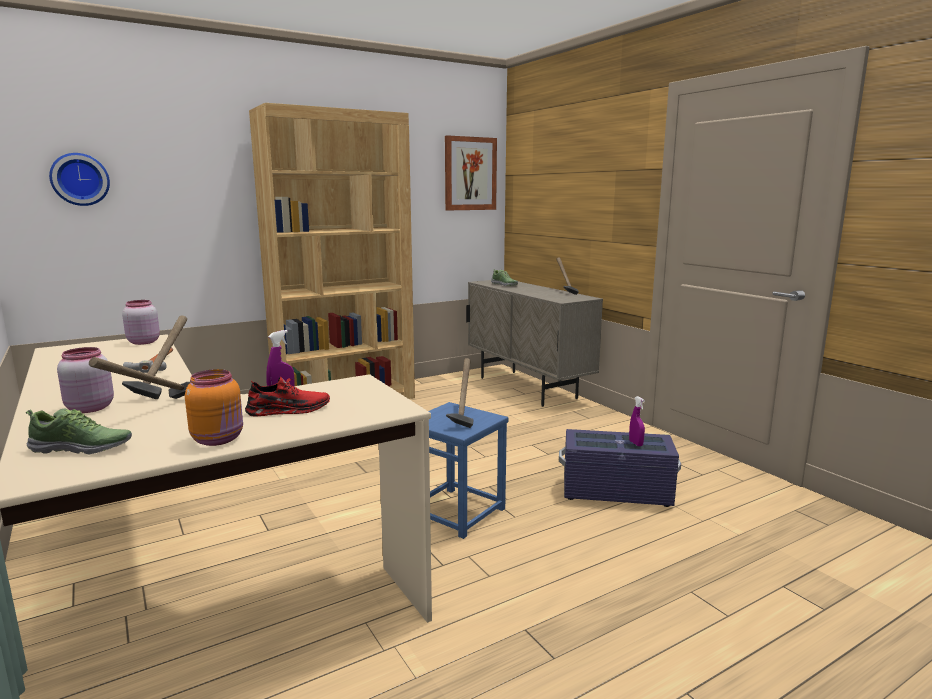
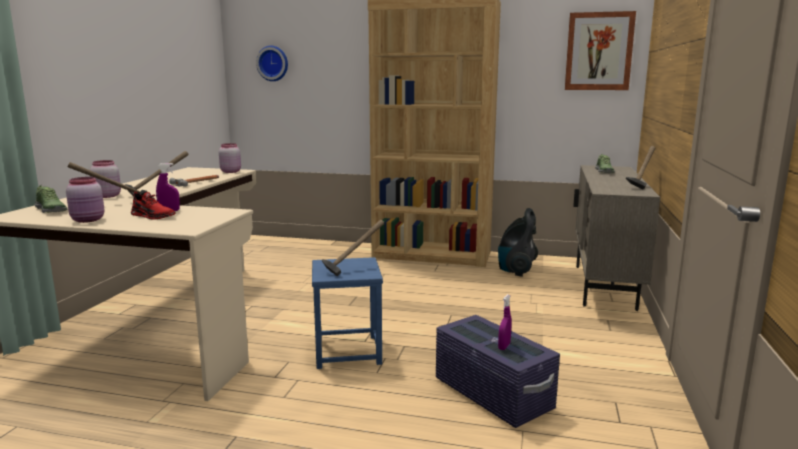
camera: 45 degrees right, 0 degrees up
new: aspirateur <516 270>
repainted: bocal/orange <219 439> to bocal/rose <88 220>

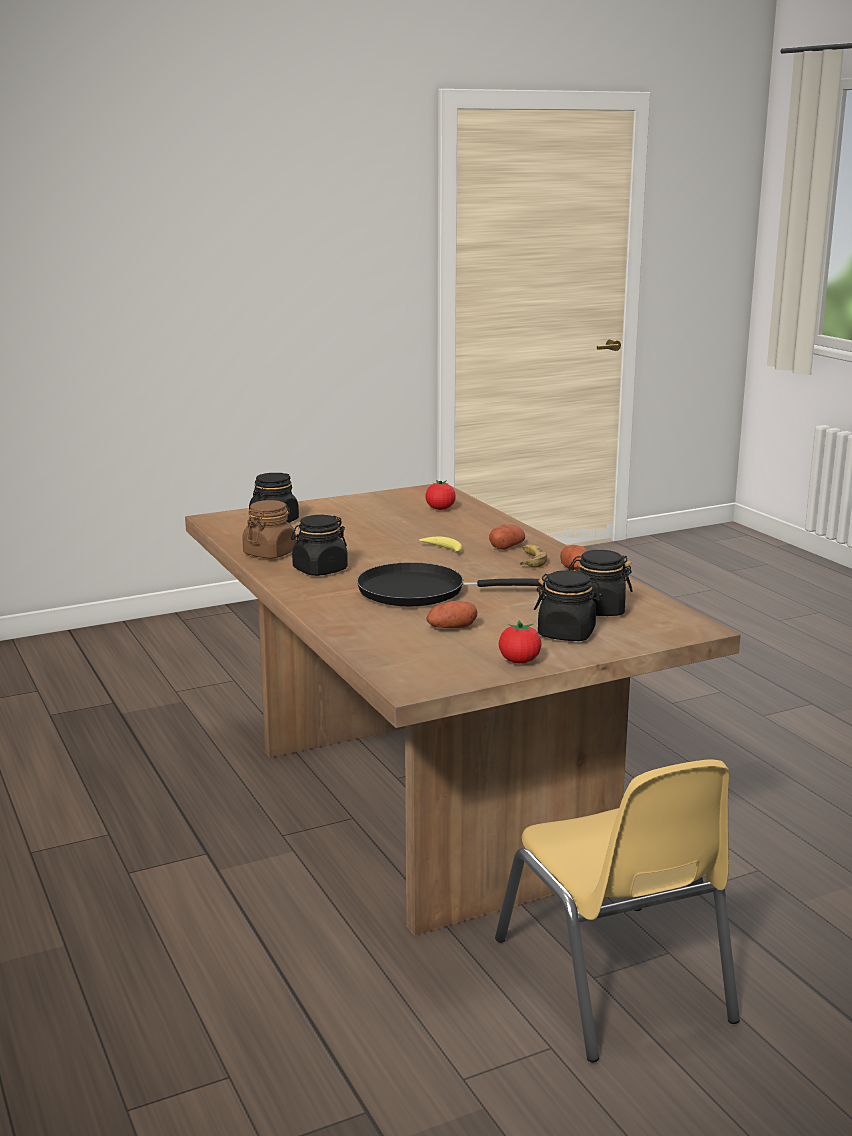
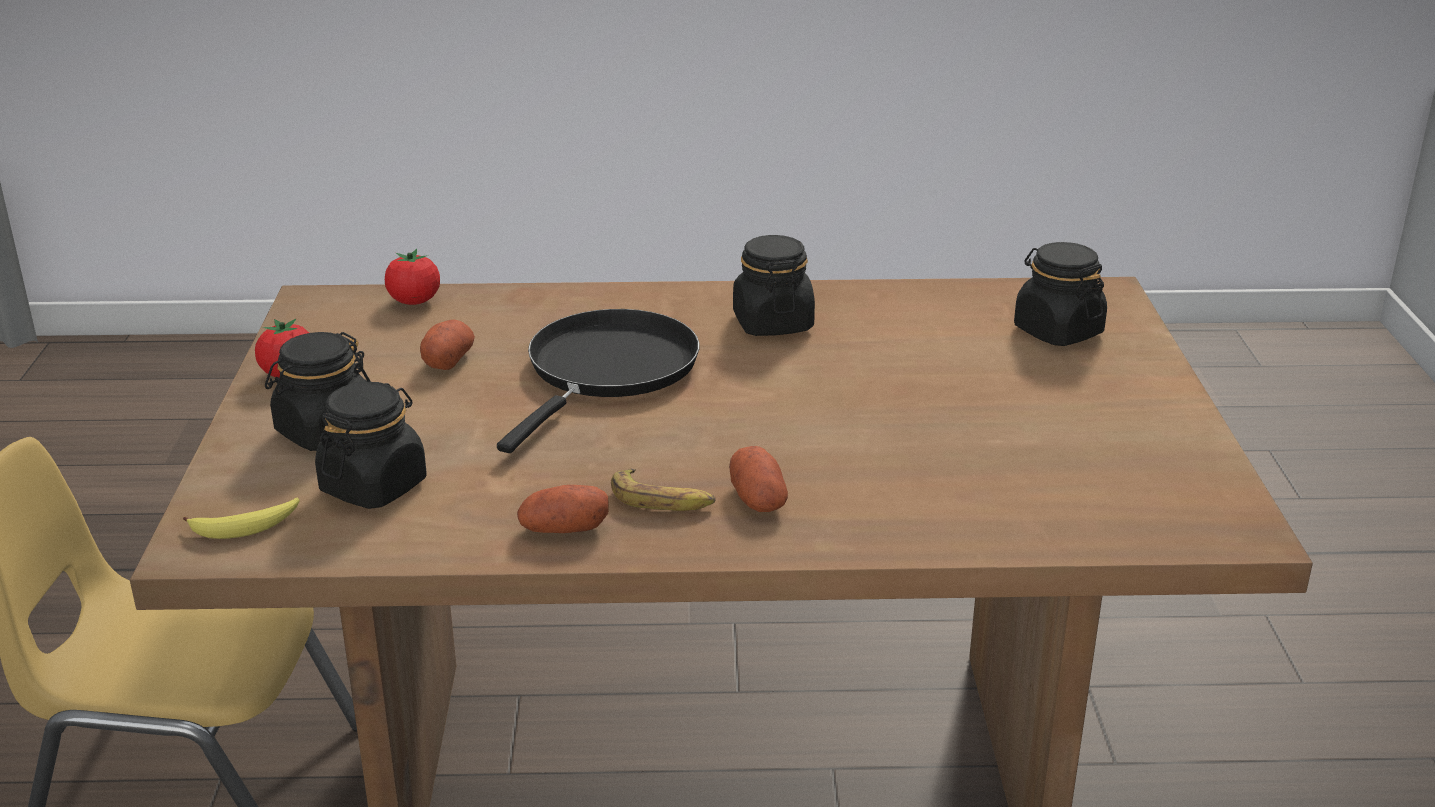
camera: 115 degrees right, 10 degrees up
gone: bocal/marron <270 553>
shifted: banane <443 549> to <245 527>; tomate <440 509> to <414 301>

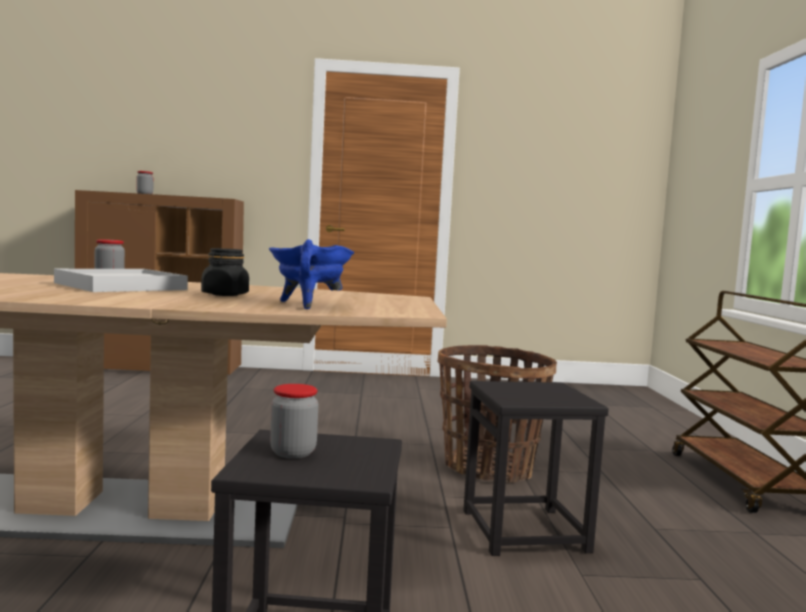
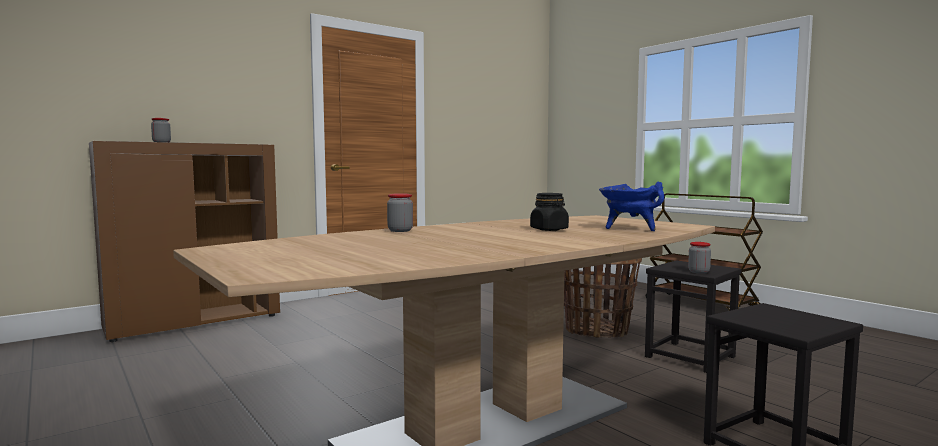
camera: 35 degrees left, 0 degrees up
gone: plateau/blanc <121 286>
shifted: bocal <293 453> to <698 272>

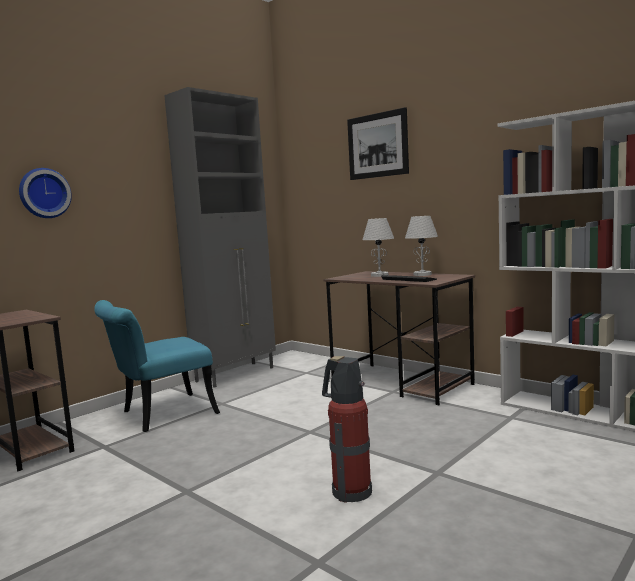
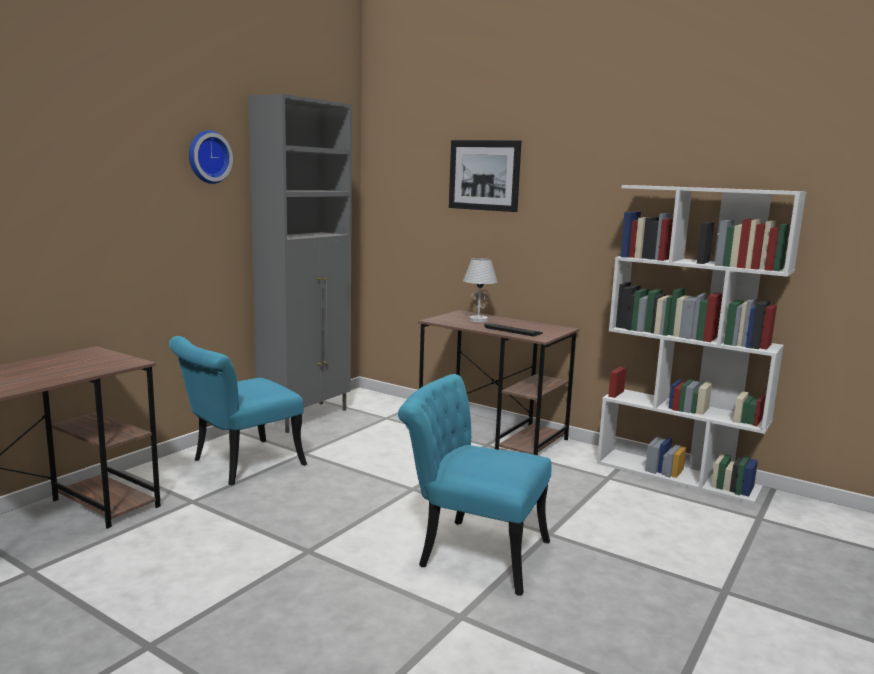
camera: 10 degrees left, 5 degrees up
gone: lampe de table/blanc <422 274>
shifted: horloge murale <44 193> to <207 157>
swapped: extincteur <350 491> to chaise/turquoise <471 551>

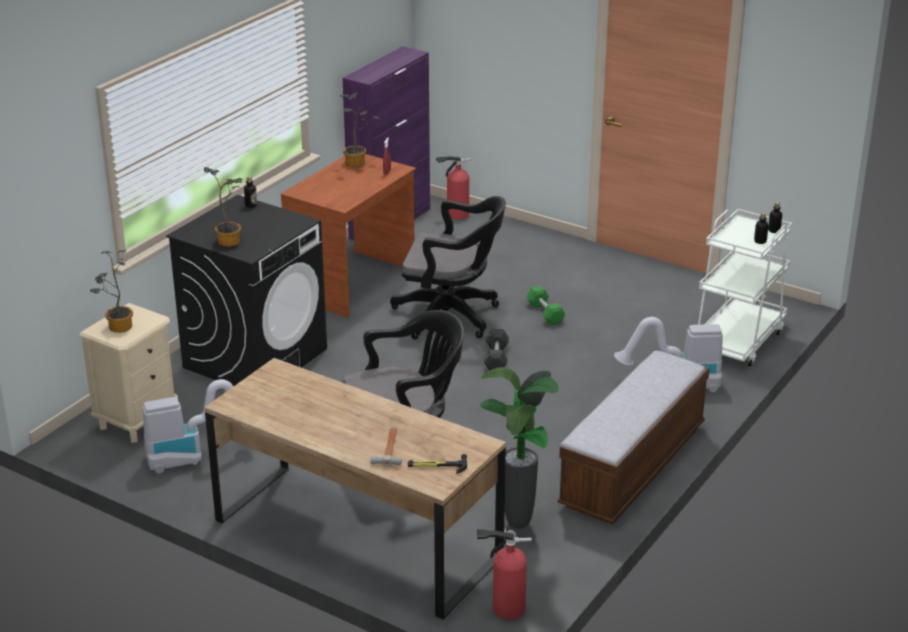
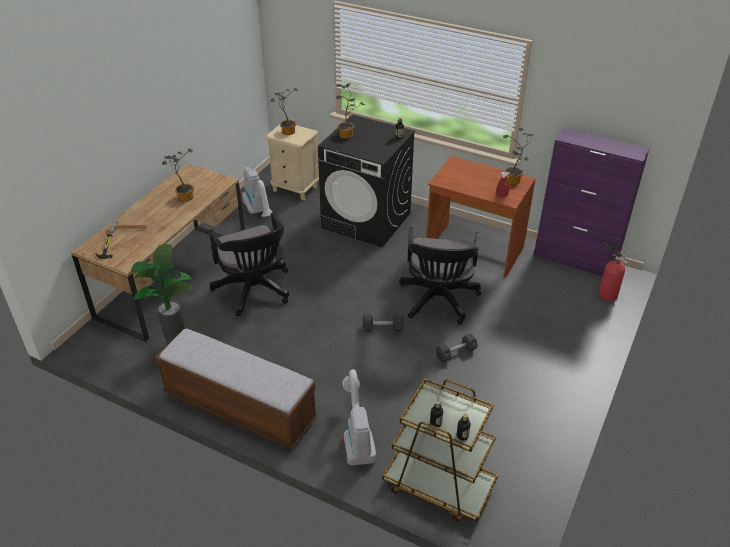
camera: 85 degrees right, 10 degrees up
gone: extincteur <505 608>
new: plante en pot <184 196>
repainted: haltère/vert <545 313> to haltère/noir <456 353>; chariot/blanc <737 340> to chariot/marron <438 485>

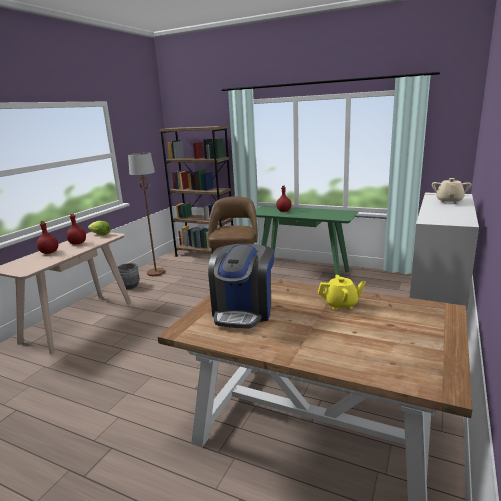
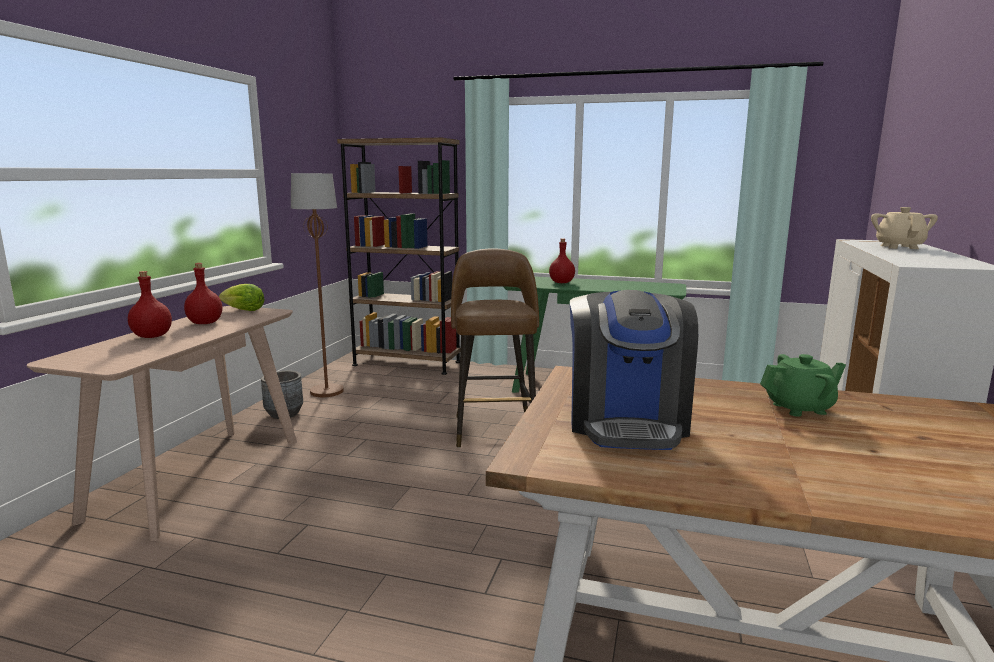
camera: 10 degrees left, 5 degrees down
repainted: théière/jaune <341 304> to théière/vert <800 408>

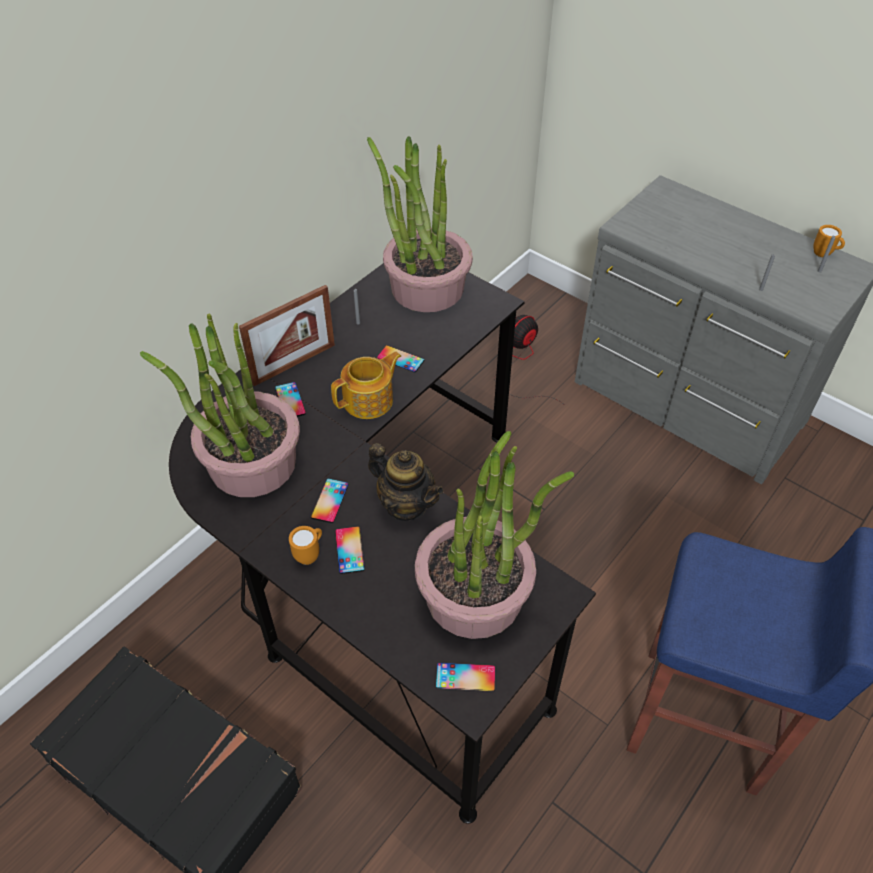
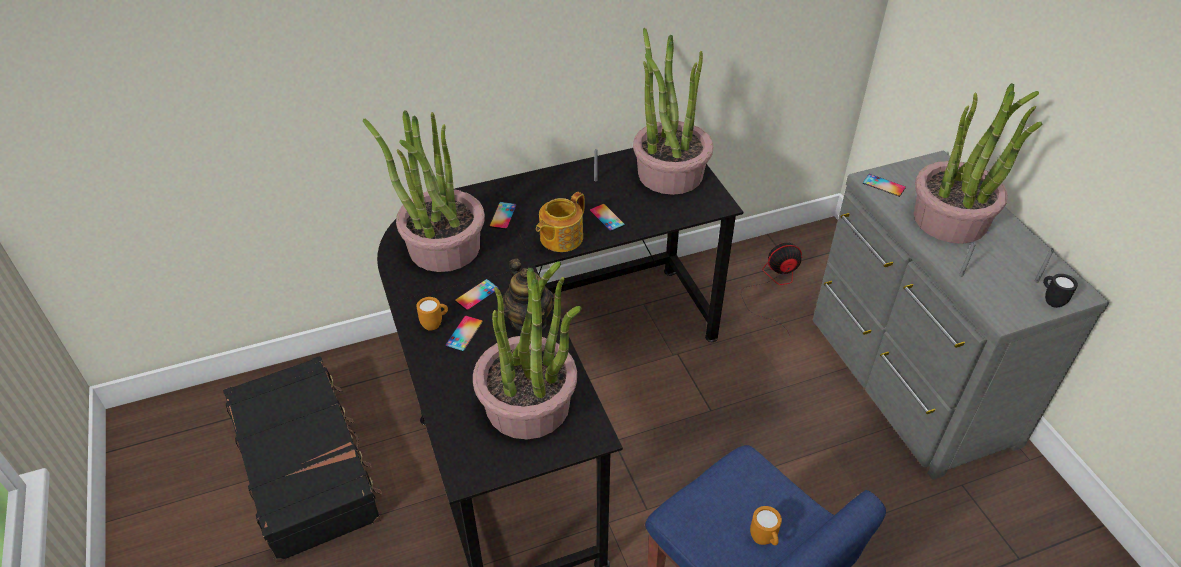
camera: 30 degrees right, 5 degrees down
gone: cadre photo <294 364>
new: plante en pot <951 220>; mug/noir <1051 300>
shifted: téléphone <465 677> to <883 185>; mug/orange <824 254> to <764 540>
rotated: théière <369 400> = <560 238> 135 degrees clockwise

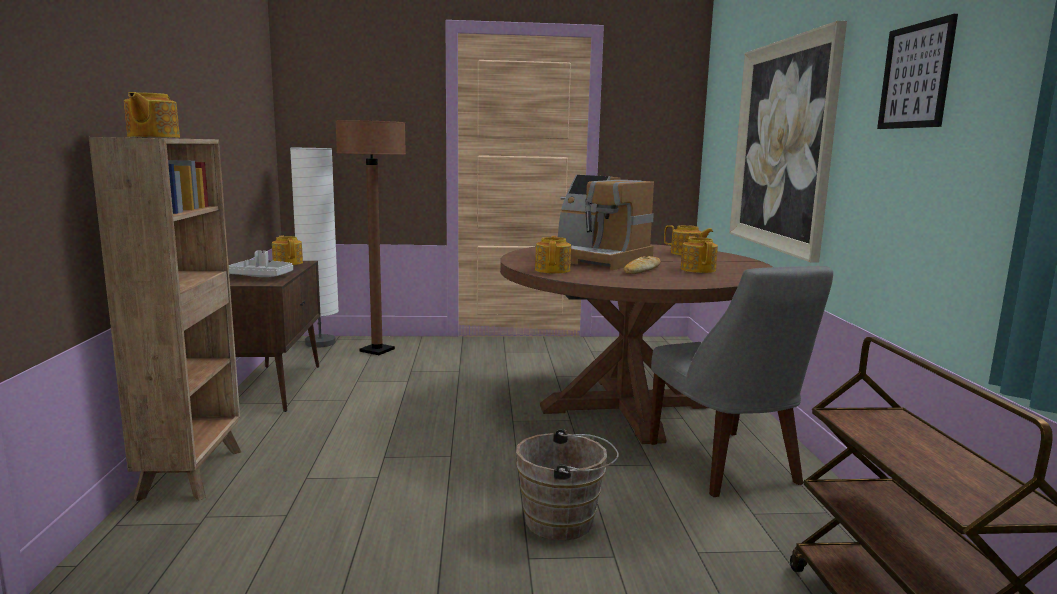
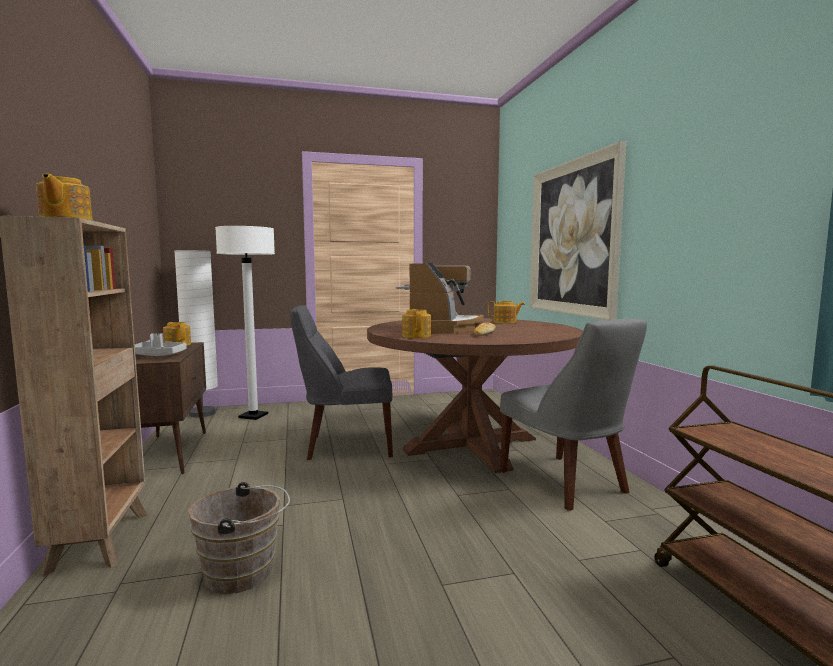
camera: 10 degrees left, 5 degrees down
gone: théière <698 269>; tableau <916 76>
new: chaise/gris <345 446>
shifted: seau/marron <565 522> to <244 573>
repainted: lampadaire/marron <377 350> to lampadaire/blanc <253 416>
rotated: machine à café <598 260> = <444 328> 105 degrees counterclockwise

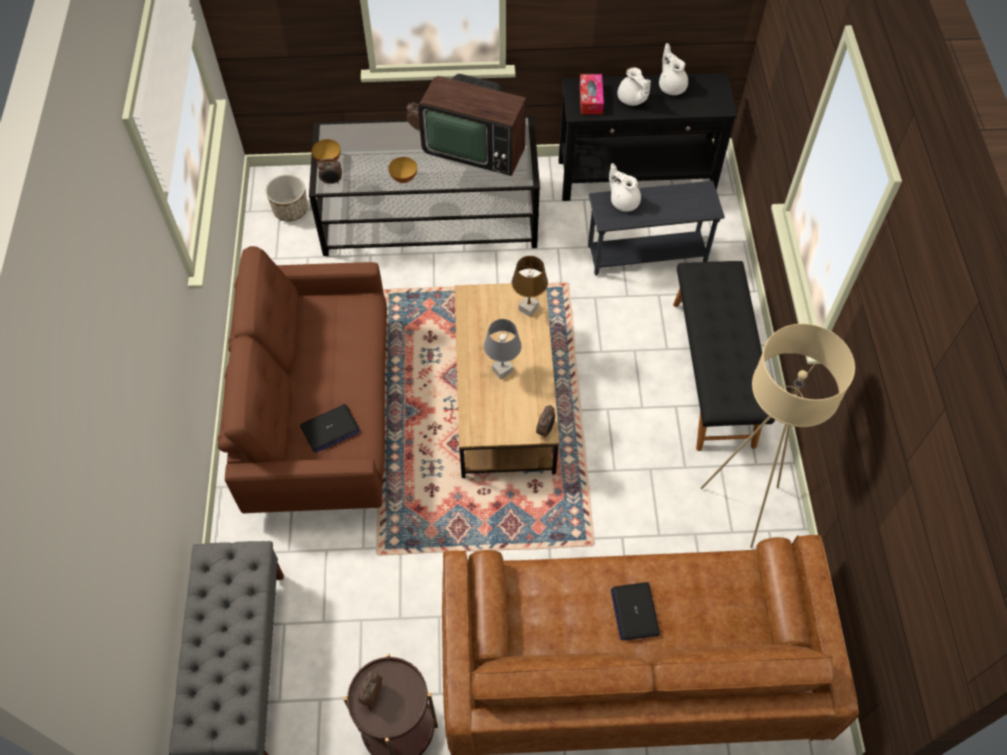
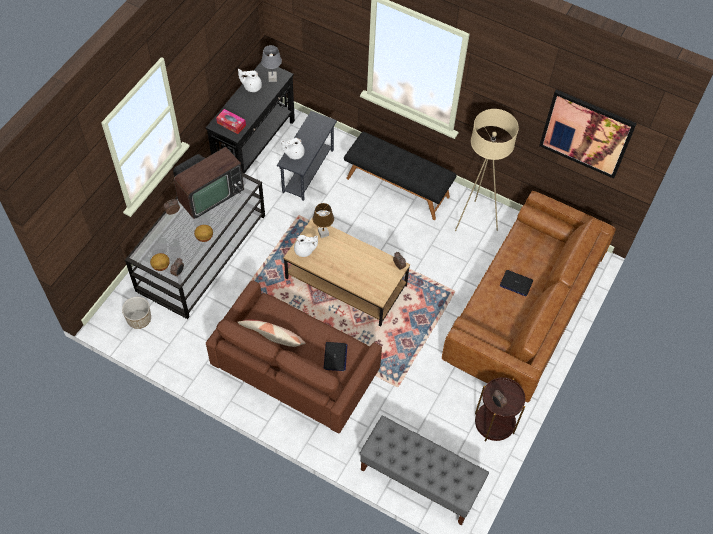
camera: 60 degrees left, 0 degrees up
new: coussin <272 339>; tableau <586 133>
shifted: lampe de table/gris <502 370> to <272 78>; théière/blanc <632 99> to <304 250>

